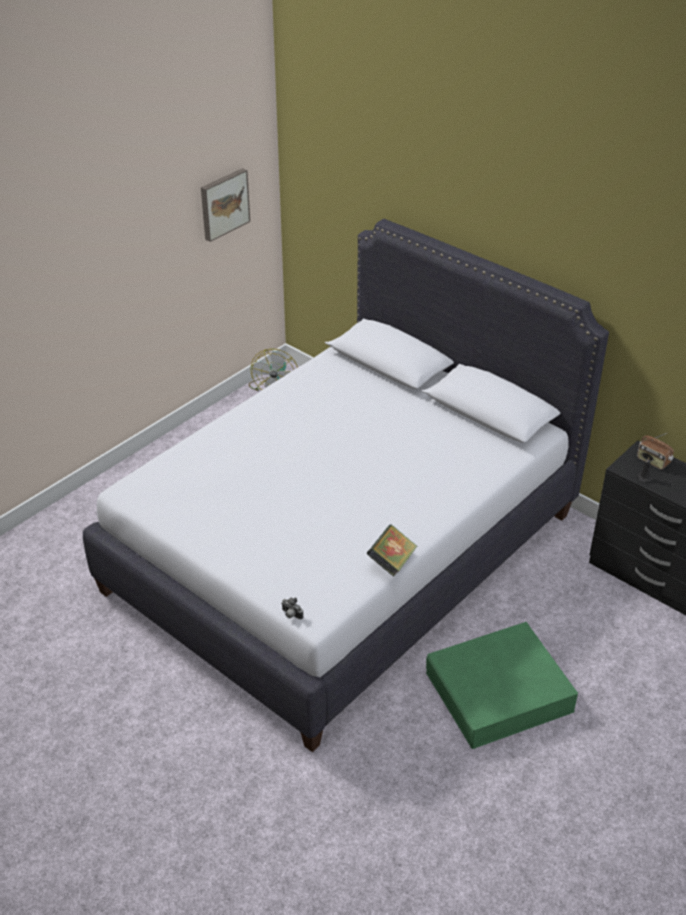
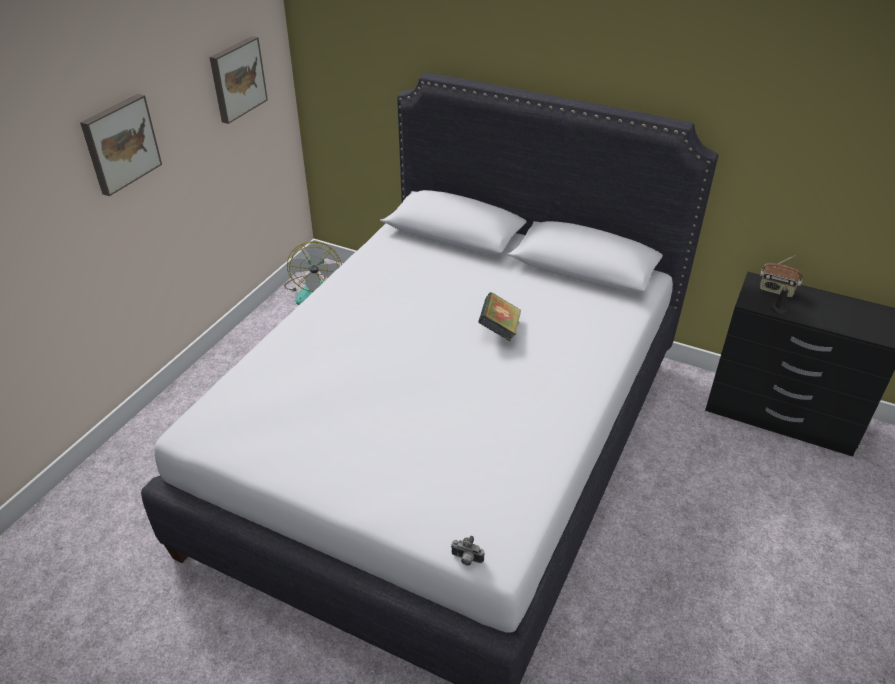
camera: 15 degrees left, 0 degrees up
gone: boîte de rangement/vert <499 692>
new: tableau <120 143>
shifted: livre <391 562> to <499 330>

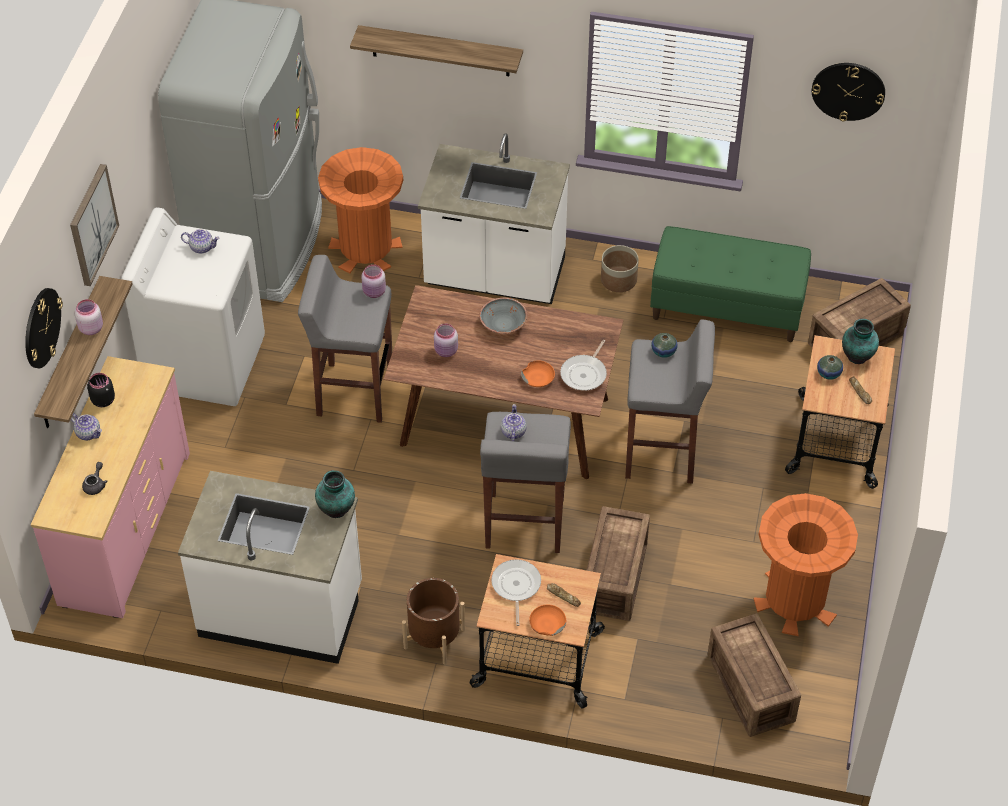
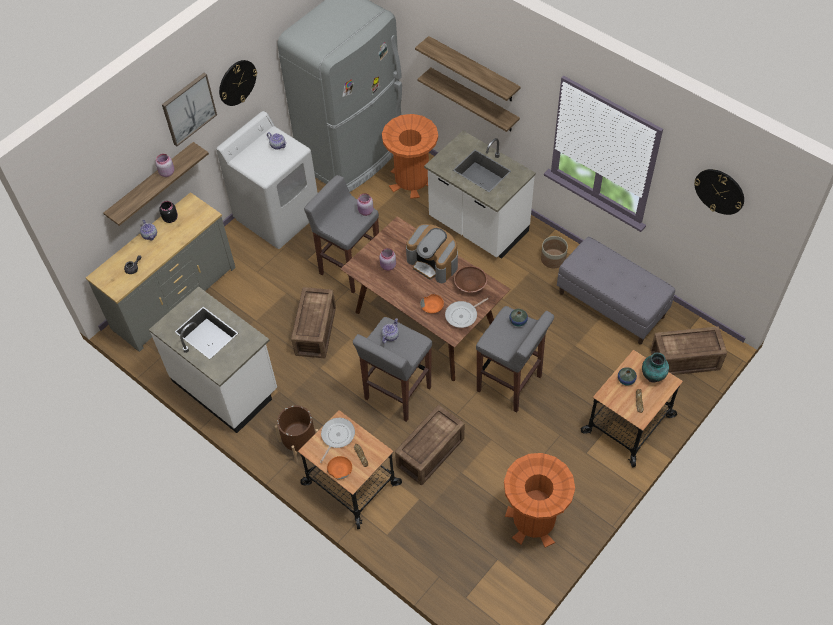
camera: 30 degrees right, 5 degrees up
gone: vase <337 510>
new: étagère <474 100>; bol/marron <470 285>
shifted: horloge murale <41 327> to <237 82>; caisse <750 690> to <314 332>
swapped: bol/gris <503 325> to machine à café <433 263>
repainted: commode/rose <124 528> to commode/gris <174 297>; banc/vert <727 308> to banc/gris <612 305>

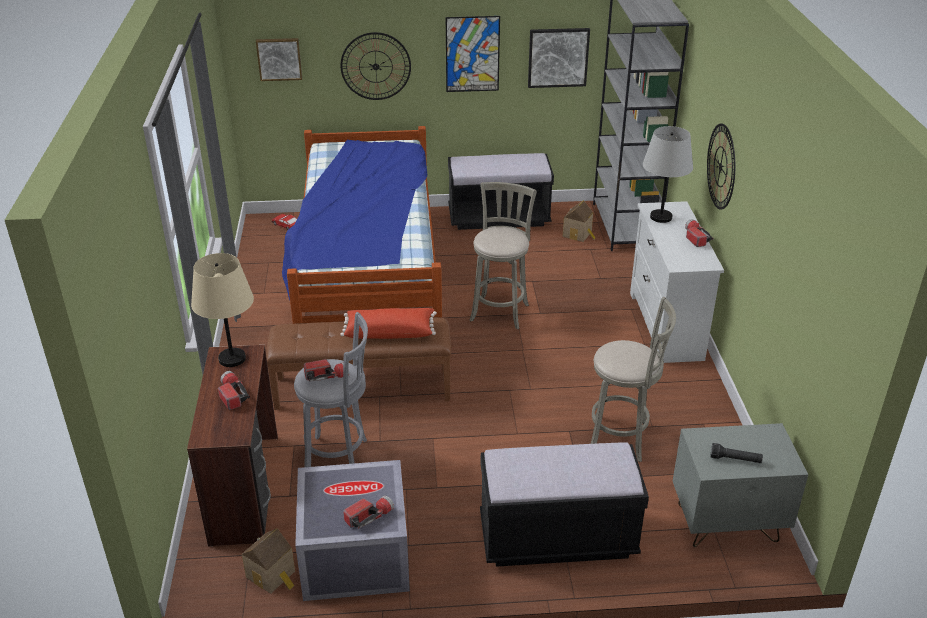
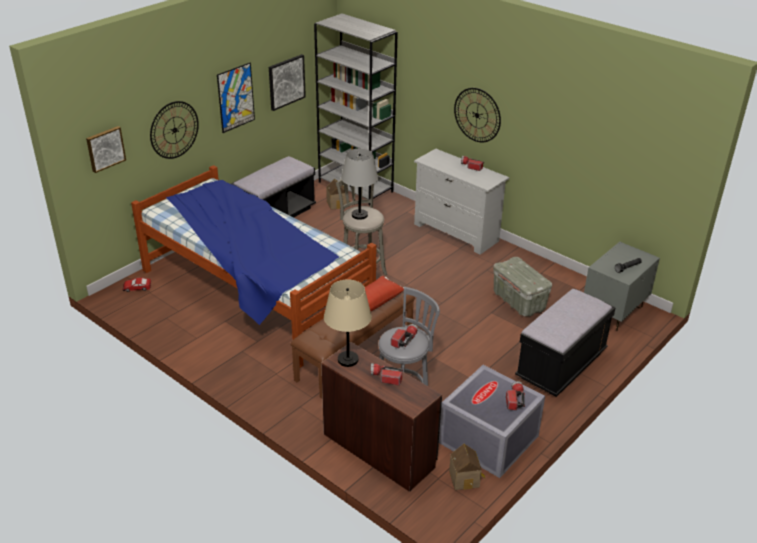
camera: 45 degrees left, 0 degrees up
shifted: lampe de table/gris <661 217> to <359 215>
swapped: tabouret/gris <622 438> to boîte de rangement/gris <519 301>

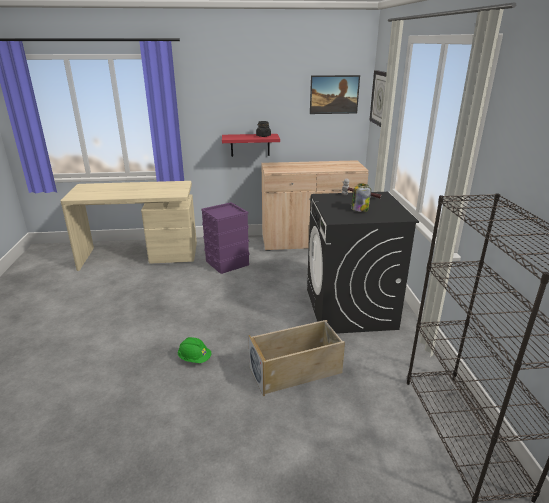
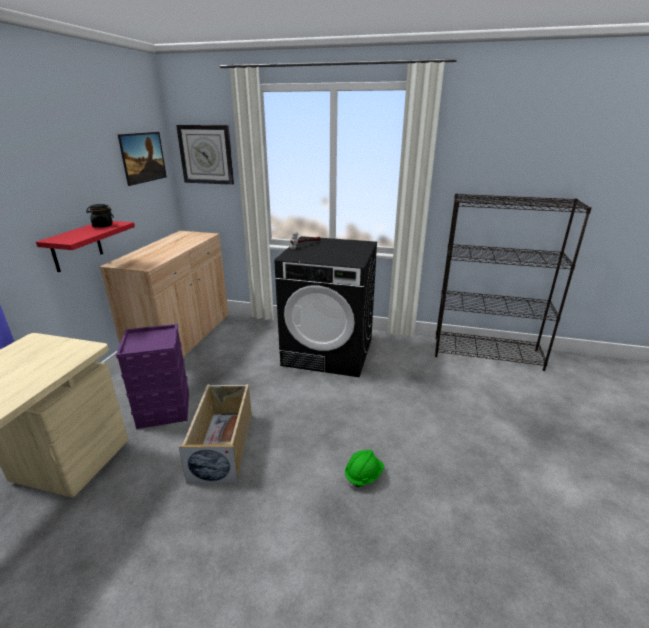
camera: 70 degrees left, 0 degrees up
gone: bocal <359 209>
shifted: boîte de rangement/beige <296 370> to <223 445>

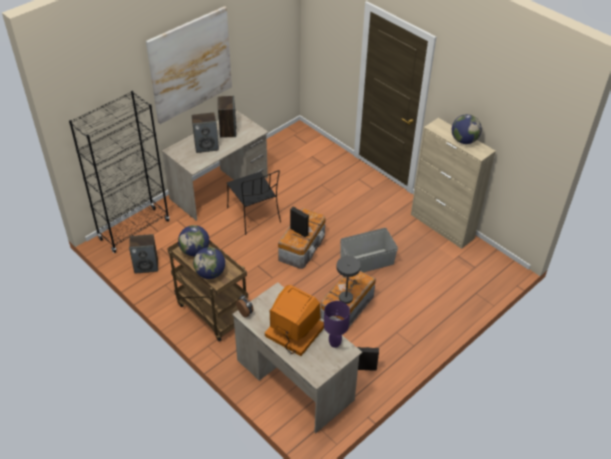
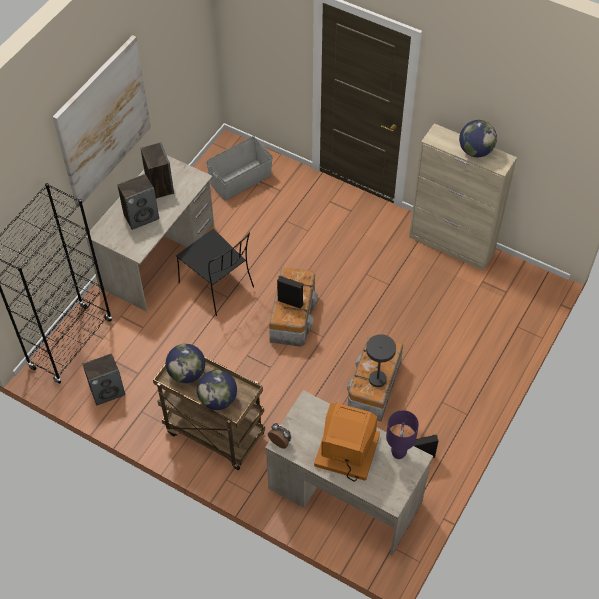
camera: 15 degrees left, 10 degrees up
shifted: boîte de rangement/gris <367 262> to <241 180>

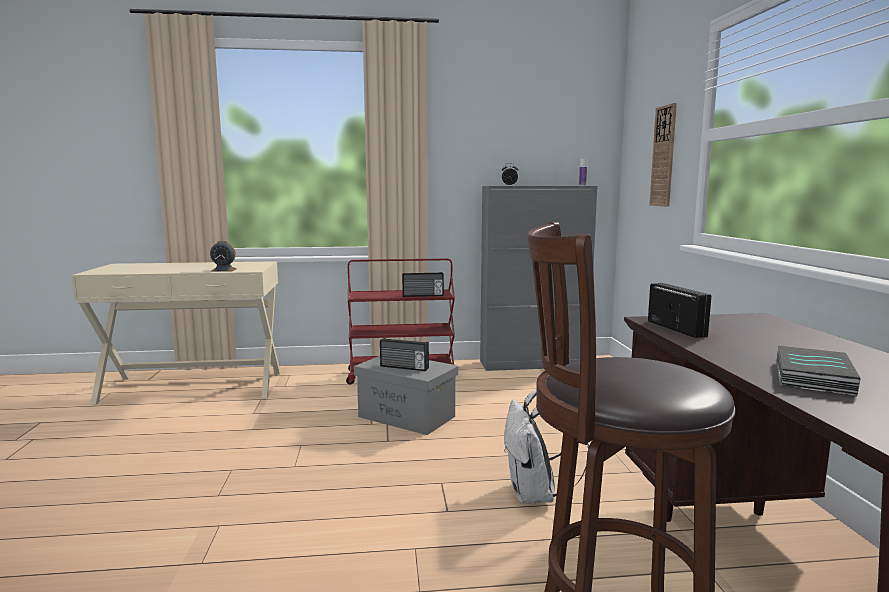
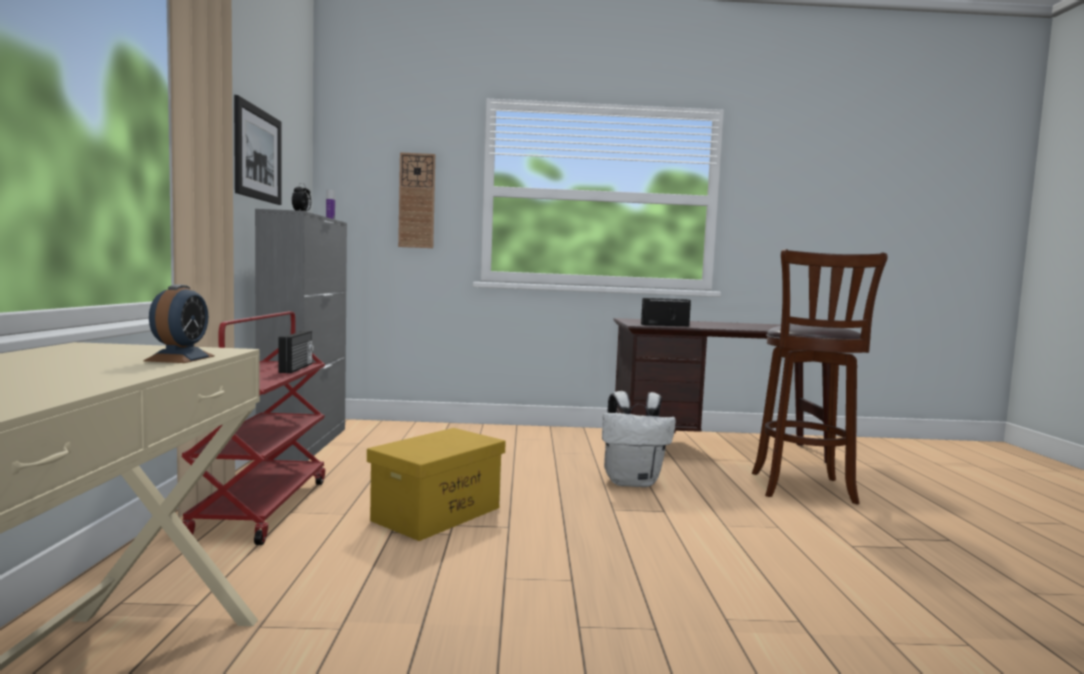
camera: 85 degrees left, 5 degrees down
gone: radio <404 367>; livre <810 376>
new: tableau <258 154>
repainted: boîte de rangement/gris <407 416> to boîte de rangement/jaune <437 513>

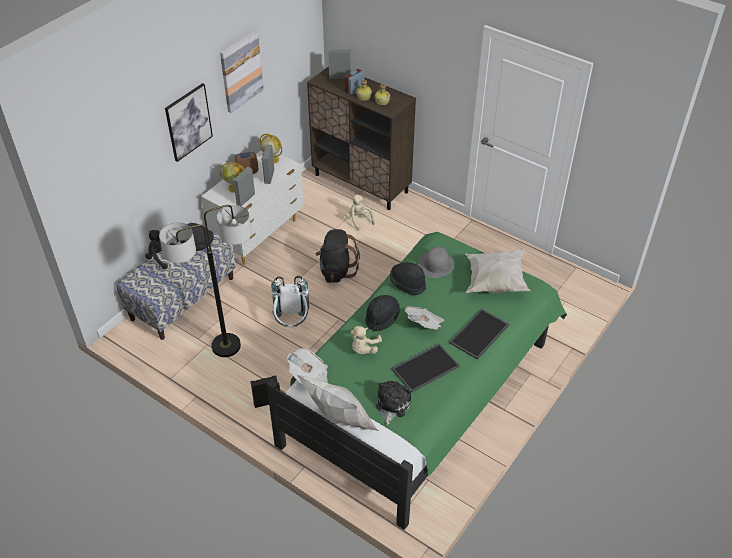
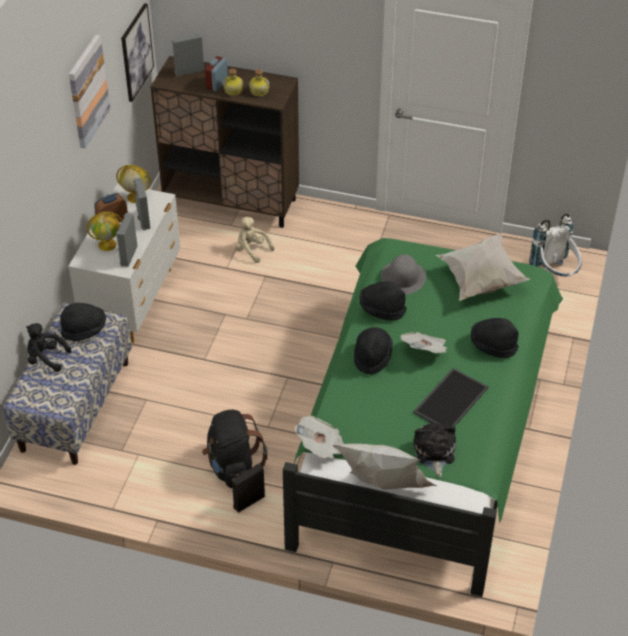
camera: 20 degrees left, 0 degrees up
gone: lampadaire <226 346>; peluche/beige <363 349>
shifted: tableau <188 122> to <136 52>; sac à dos/blanc <292 323> to <555 275>; sac à dos/noir <336 271> to <232 466>
swapped: plateau <479 335> to chapeau/noir <493 346>

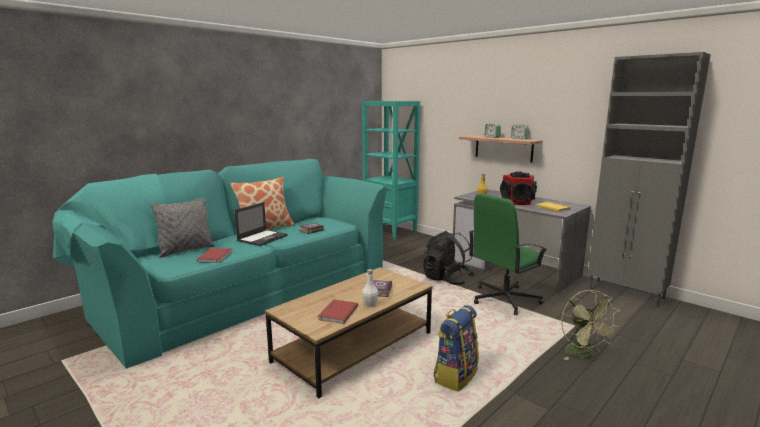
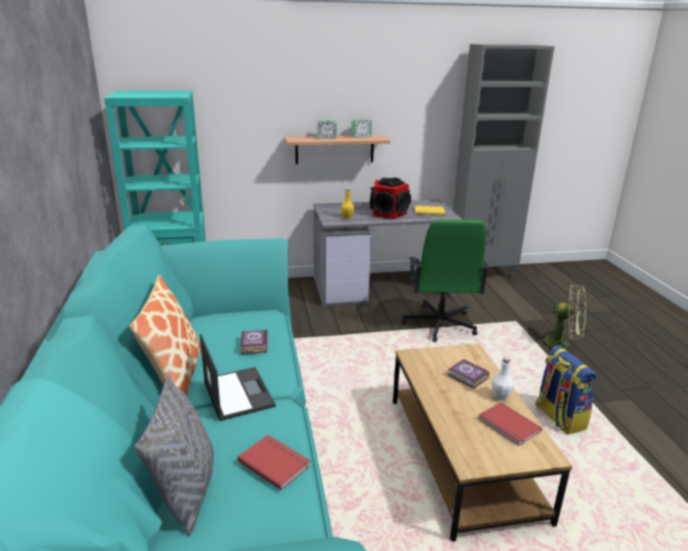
camera: 55 degrees left, 10 degrees up
gone: sac à dos/noir <447 279>

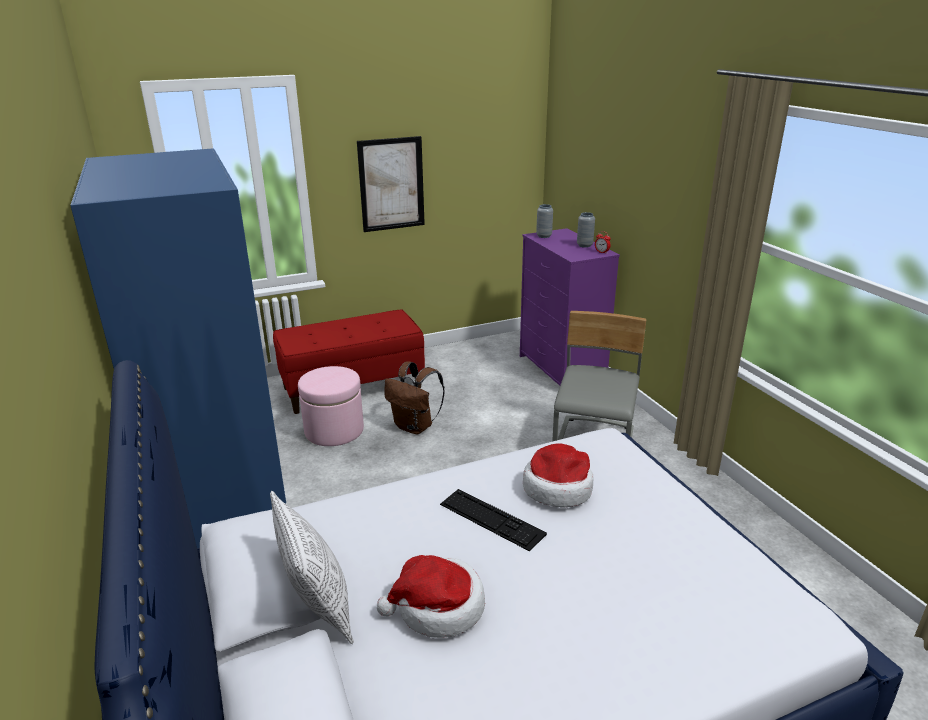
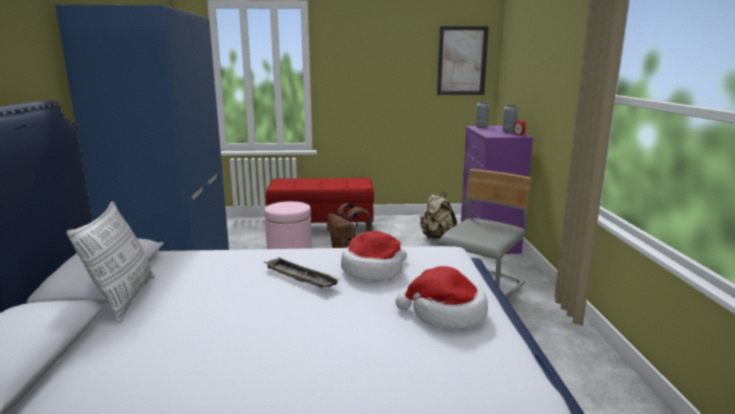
camera: 20 degrees right, 10 degrees down
new: sac à dos/beige <436 237>
shifted: tableau <391 184> to <462 61>; chapeau <438 608> to <446 313>
swapped: clavier <491 519> to plateau <300 277>

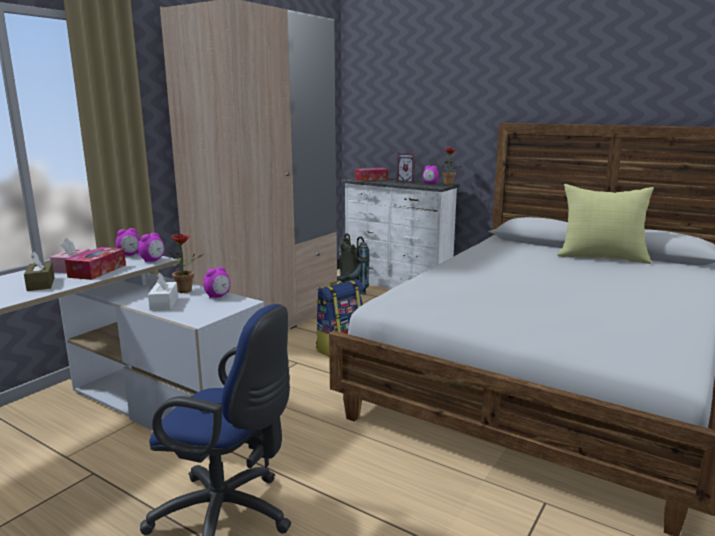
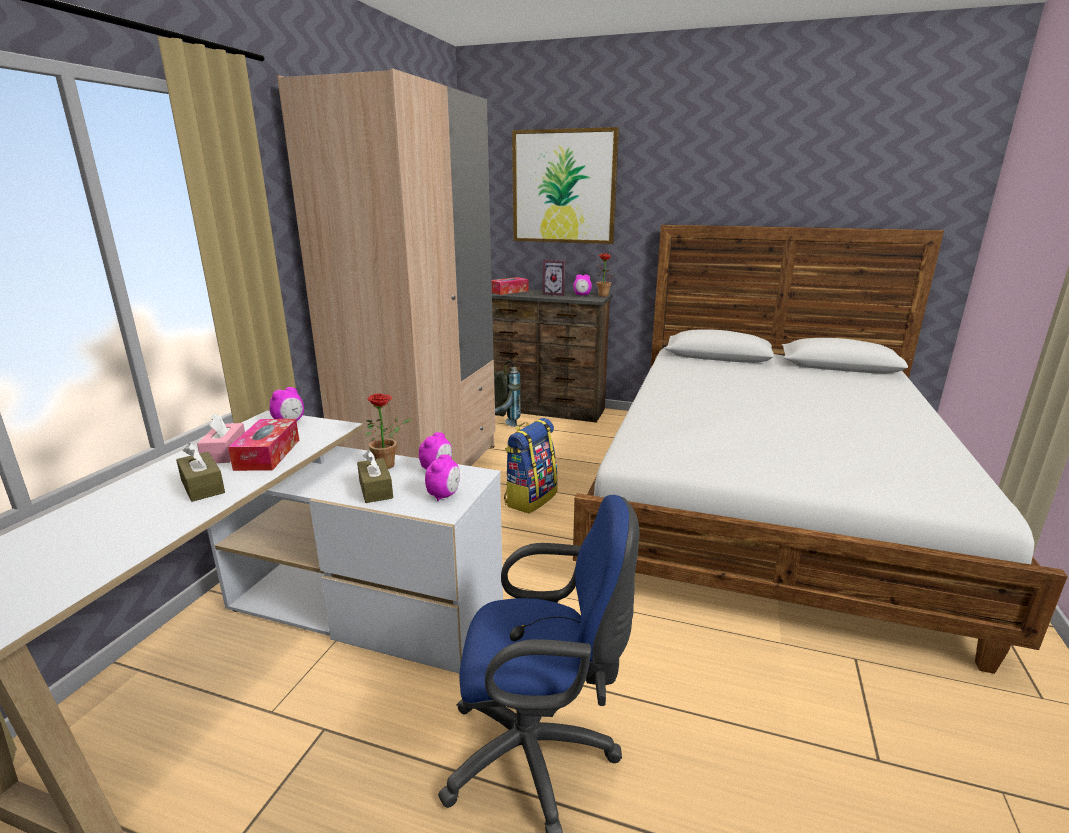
camera: 15 degrees left, 5 degrees up
gone: coussin/jaune <602 257>
new: tableau <564 187>
shifted: réveil <153 261> to <444 495>
repainted: boîte à mouchoirs/blanc <164 303> to boîte à mouchoirs/marron <375 489>; commode/blanc <397 284> to commode/marron <544 409>

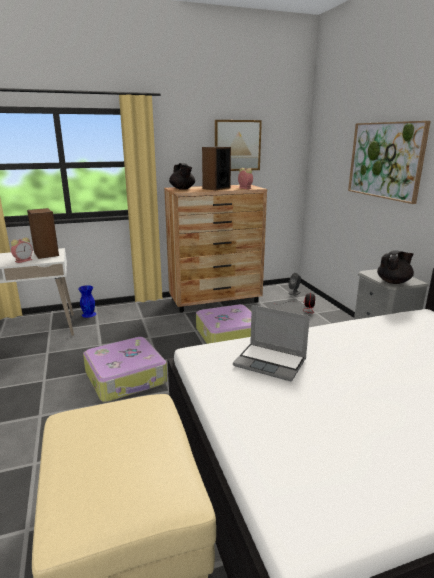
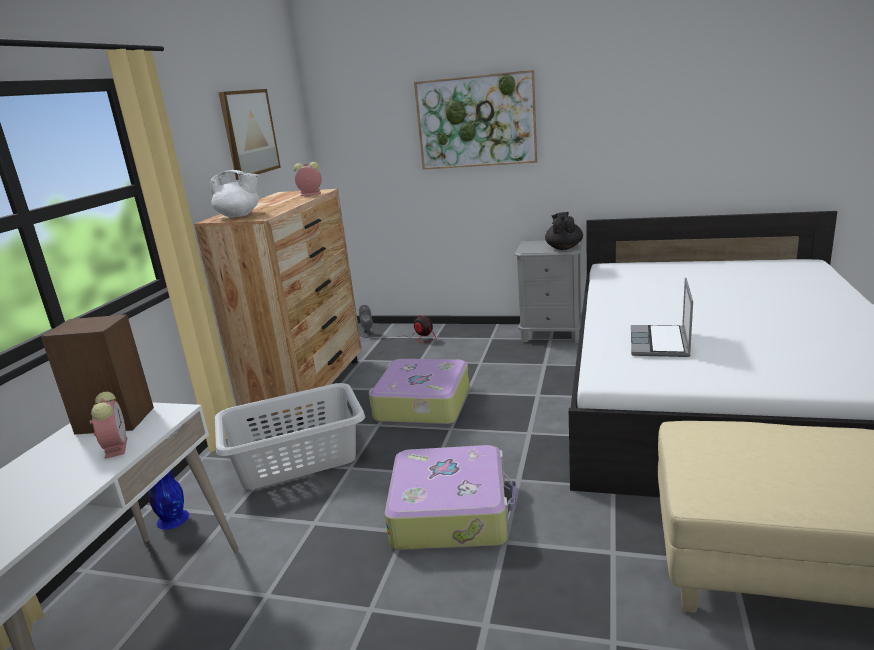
camera: 55 degrees left, 0 degrees up
gone: enceinte <216 188>
new: panier à linge/gris <296 458>
repainted: théière/noir <182 189> to théière/blanc <239 216>
rotated: ordinateur portable <271 362> = <660 343> 135 degrees clockwise

